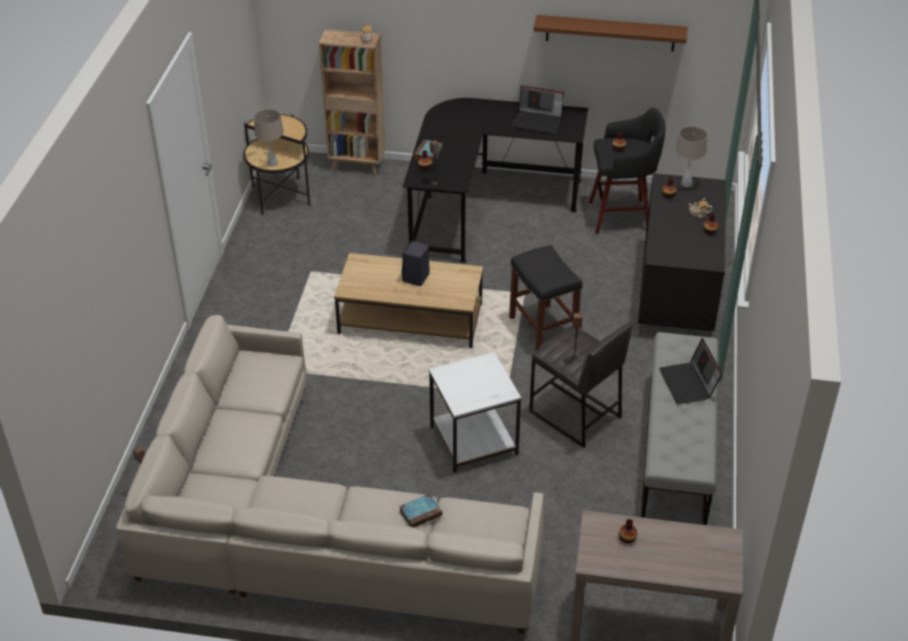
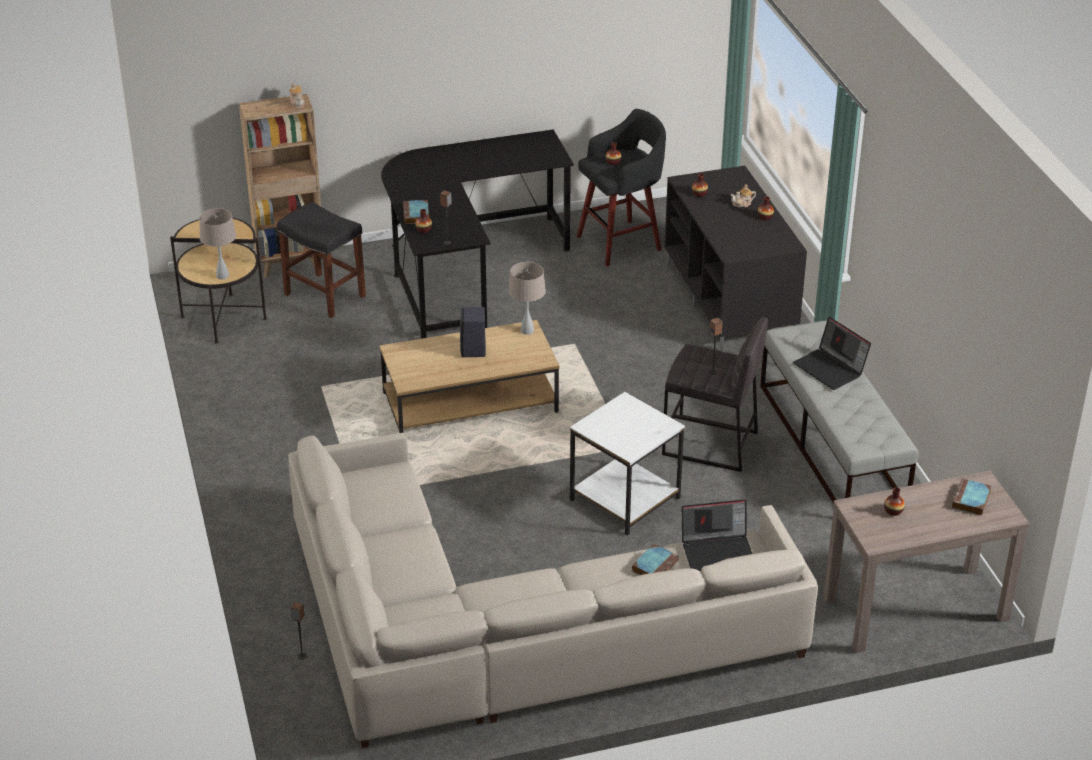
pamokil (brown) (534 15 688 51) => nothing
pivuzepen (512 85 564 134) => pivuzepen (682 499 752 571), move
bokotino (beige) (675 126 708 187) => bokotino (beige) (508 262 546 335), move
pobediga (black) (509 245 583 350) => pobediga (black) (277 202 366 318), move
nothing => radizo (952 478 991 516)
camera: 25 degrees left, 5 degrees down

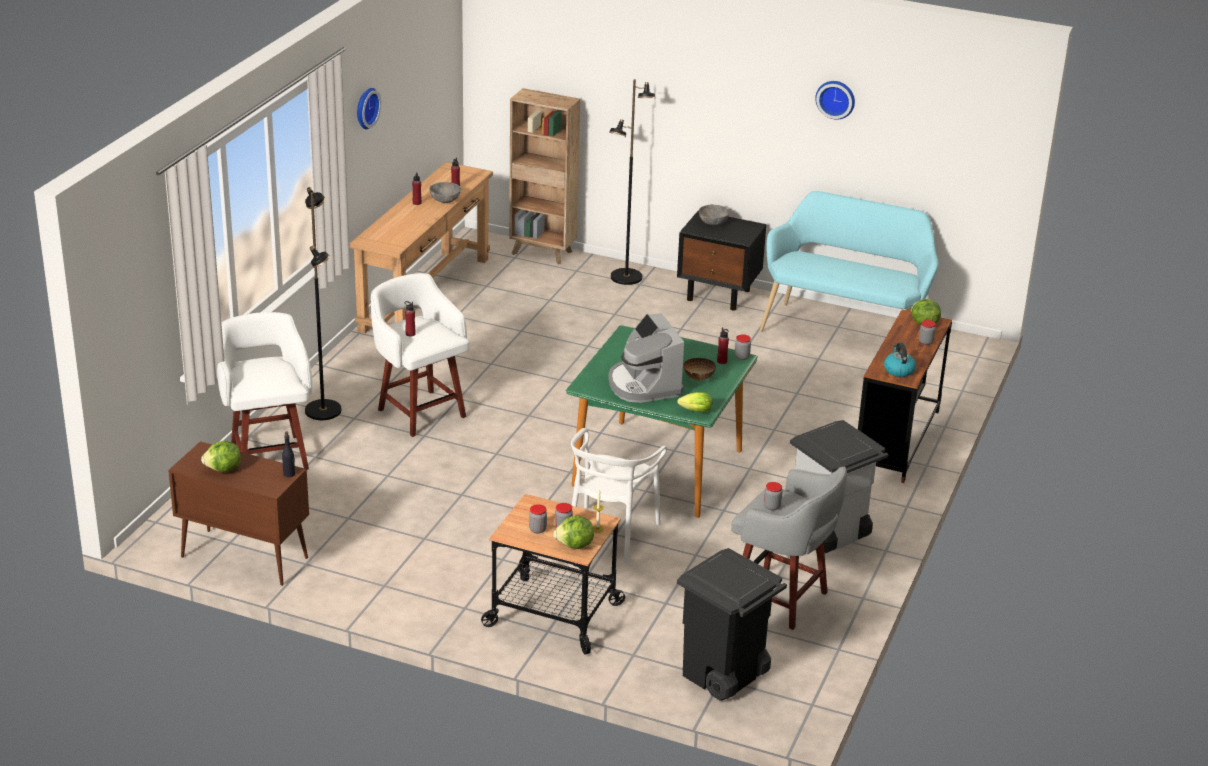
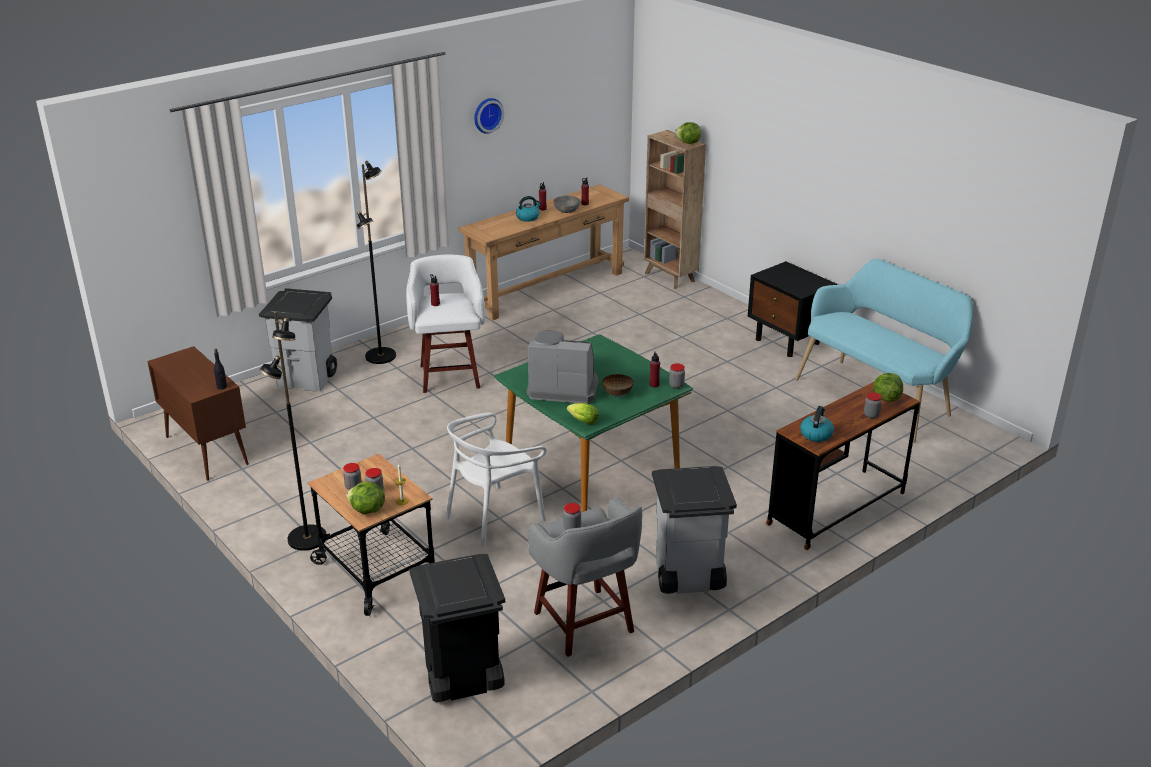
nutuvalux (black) (609 79 656 285) => nutuvalux (black) (260 312 327 551), move
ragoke (815 81 855 120) => nothing
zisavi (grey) (699 204 729 225) => nothing
pobediga (white) (217 312 312 470) => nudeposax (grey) (259 288 337 391)
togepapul (608 313 684 403) => togepapul (527 331 599 404), 90 degrees clockwise
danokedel (201 441 241 472) => danokedel (675 122 701 144), move
nothing => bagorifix (516 196 541 222)
camera: 30 degrees right, 0 degrees up

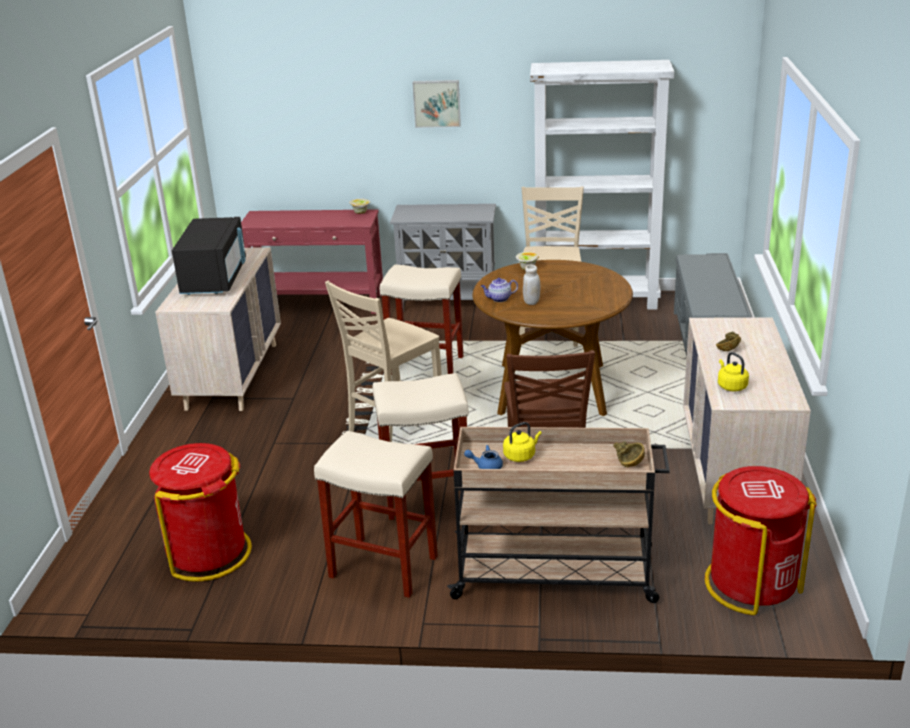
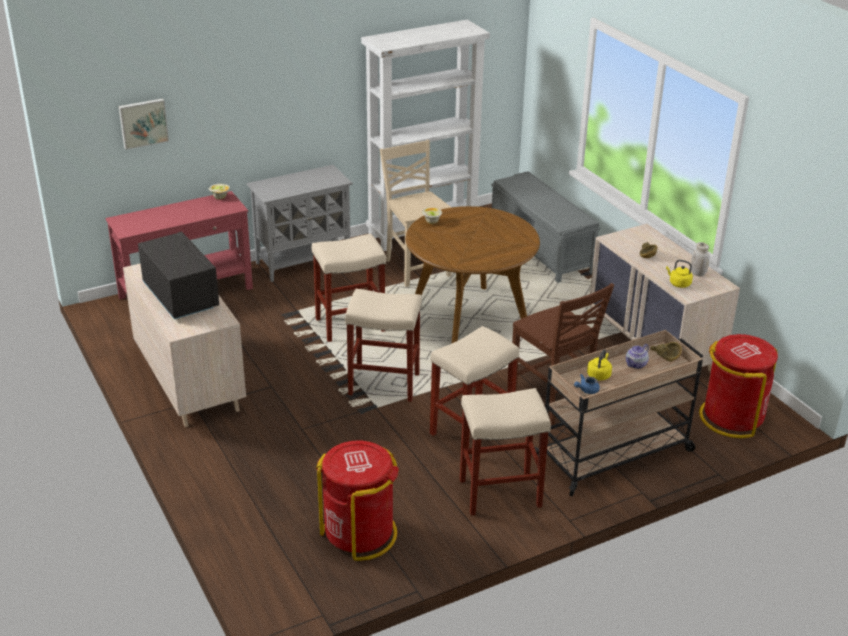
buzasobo (412 80 461 128) => buzasobo (119 98 169 150), move
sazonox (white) (523 265 541 305) => sazonox (white) (691 242 710 276), move
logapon (481 278 518 302) => logapon (626 344 649 369), move
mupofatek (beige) (325 281 442 442) => pobediga (beige) (345 289 422 402)
camera: 35 degrees left, 5 degrees up

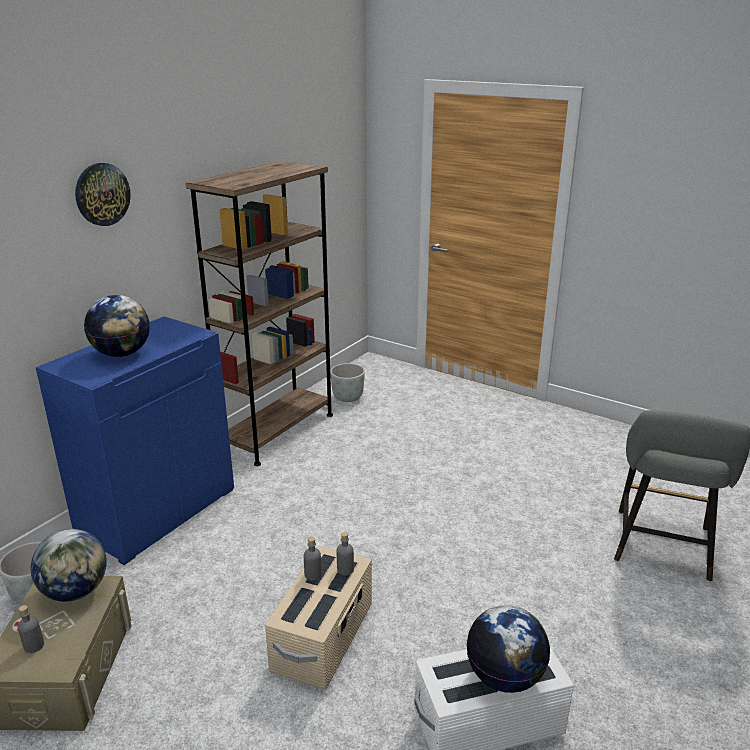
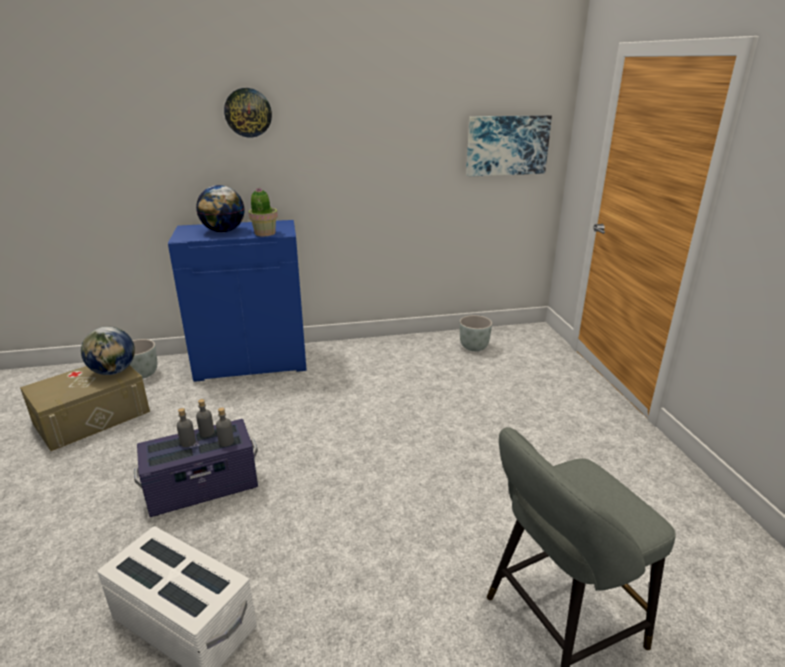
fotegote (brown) (186 161 333 466) => nothing
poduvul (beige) (265 546 372 690) => poduvul (purple) (134 419 258 517)
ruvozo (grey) (18 605 44 653) => ruvozo (grey) (177 408 196 447), move
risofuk (466 605 550 693) => nothing
nothing => buzasobo (466 115 552 176)
nothing => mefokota (248 188 278 236)
camera: 45 degrees right, 0 degrees up

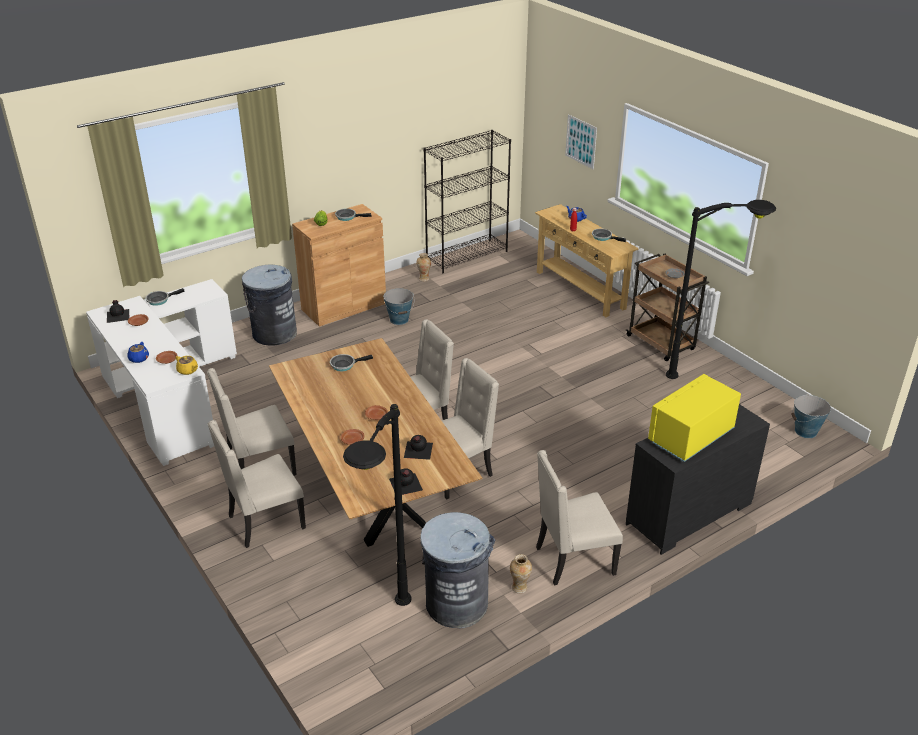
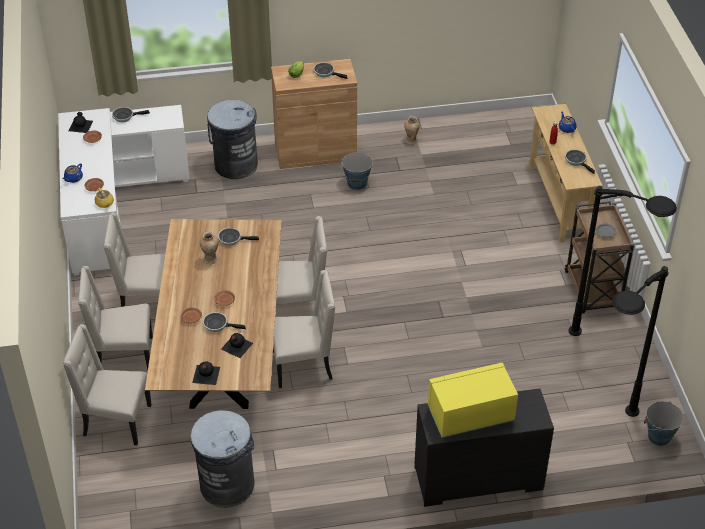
buzasobo (565 114 597 169) => nothing
fotegote (black) (424 130 511 273) => nothing
nutuvalux (black) (343 404 412 606) => nutuvalux (black) (612 266 669 417), move
mupofatek (beige) (536 450 623 586) => mupofatek (beige) (63 324 152 446), move
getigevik (510 554 532 593) => getigevik (200 232 218 264), move
nothing => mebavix (203 312 246 332)
camera: 25 degrees right, 10 degrees up

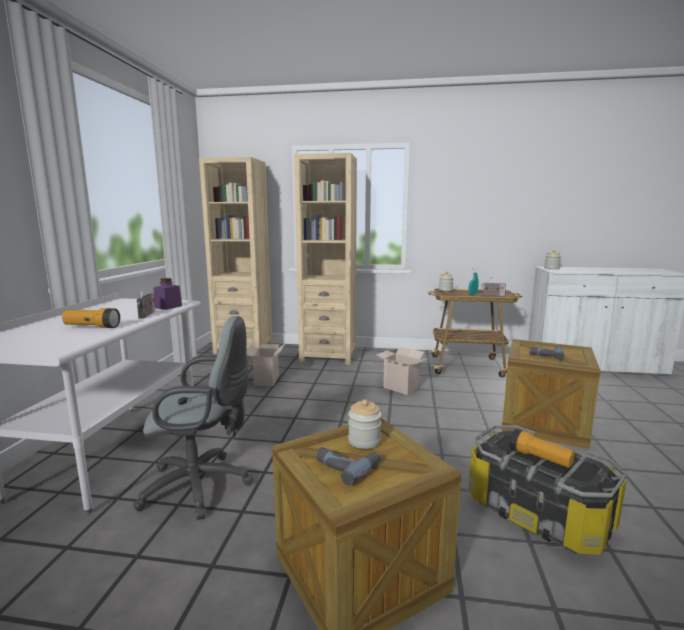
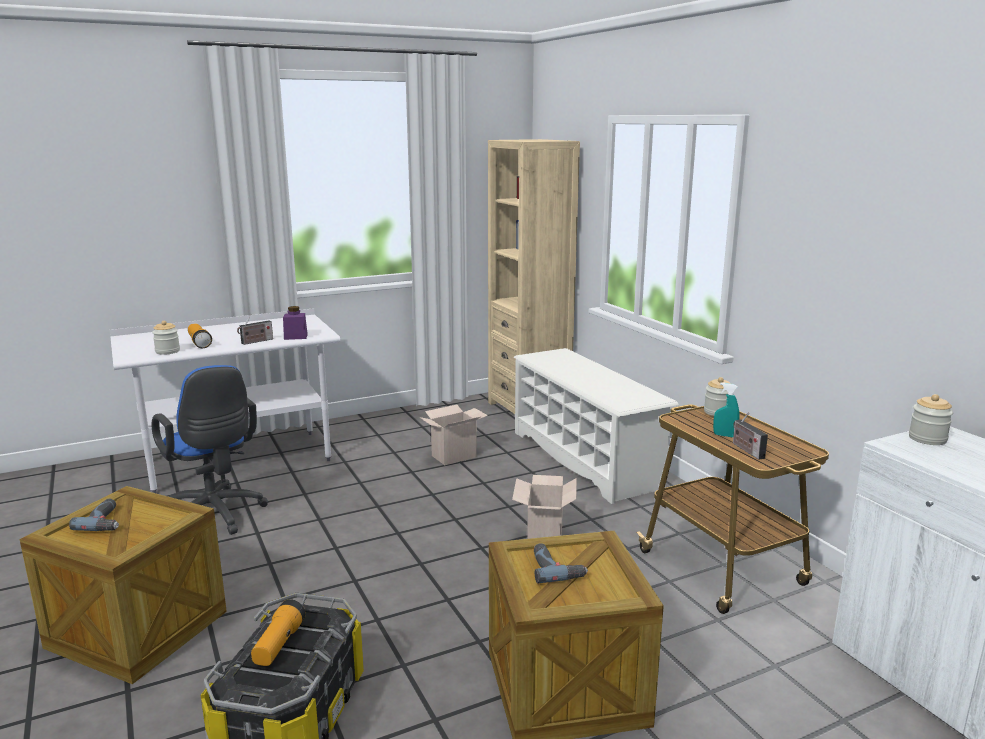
fotegote (beige) (294 153 357 365) => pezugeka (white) (513 348 679 504)
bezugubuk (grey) (133 316 253 520) => bezugubuk (blue) (152 365 268 535)
sazonox (348 399 382 449) => sazonox (152 321 180 355), move
camera: 55 degrees right, 5 degrees up

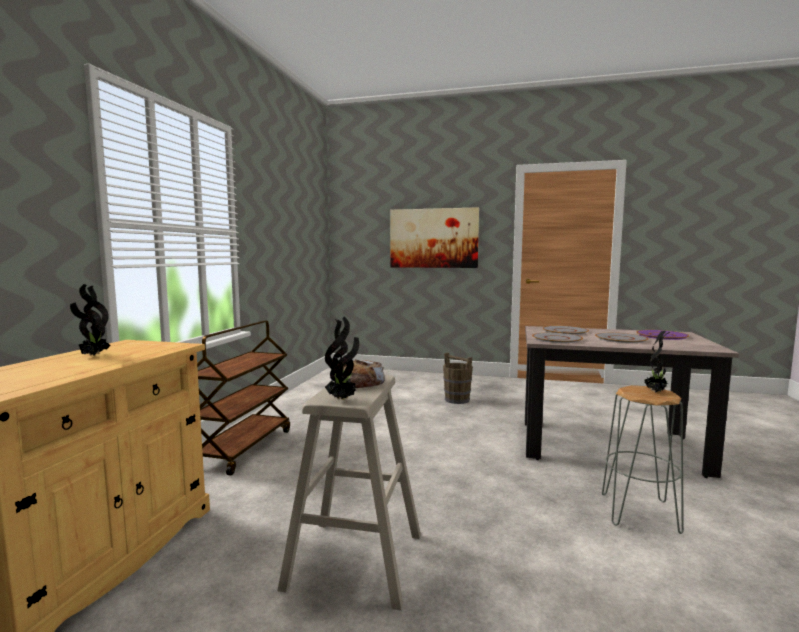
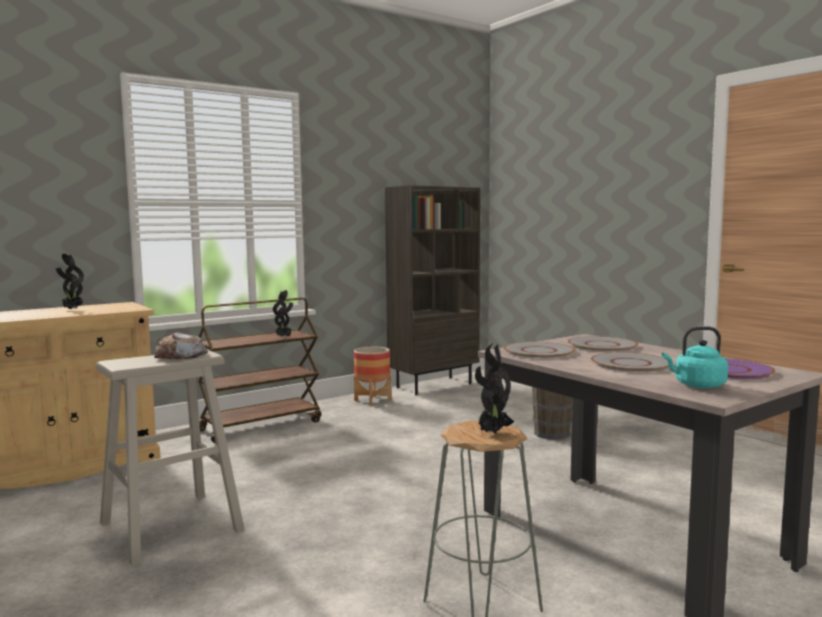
buzasobo (390 207 479 268) => nothing
mefokota (325 317 359 400) => mefokota (273 290 293 338), move
nothing => fotegote (brown) (385 185 480 395)
nothing => bagorifix (turquoise) (662 326 728 388)
nothing => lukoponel (354 347 391 406)
camera: 40 degrees right, 0 degrees up

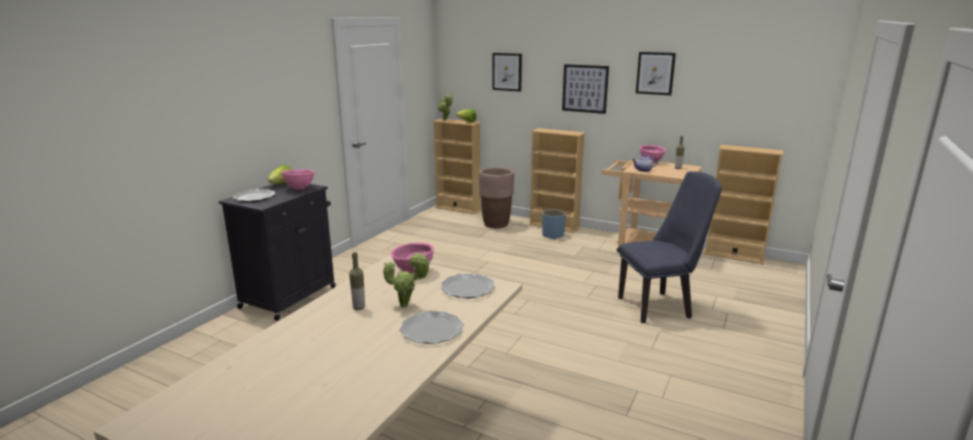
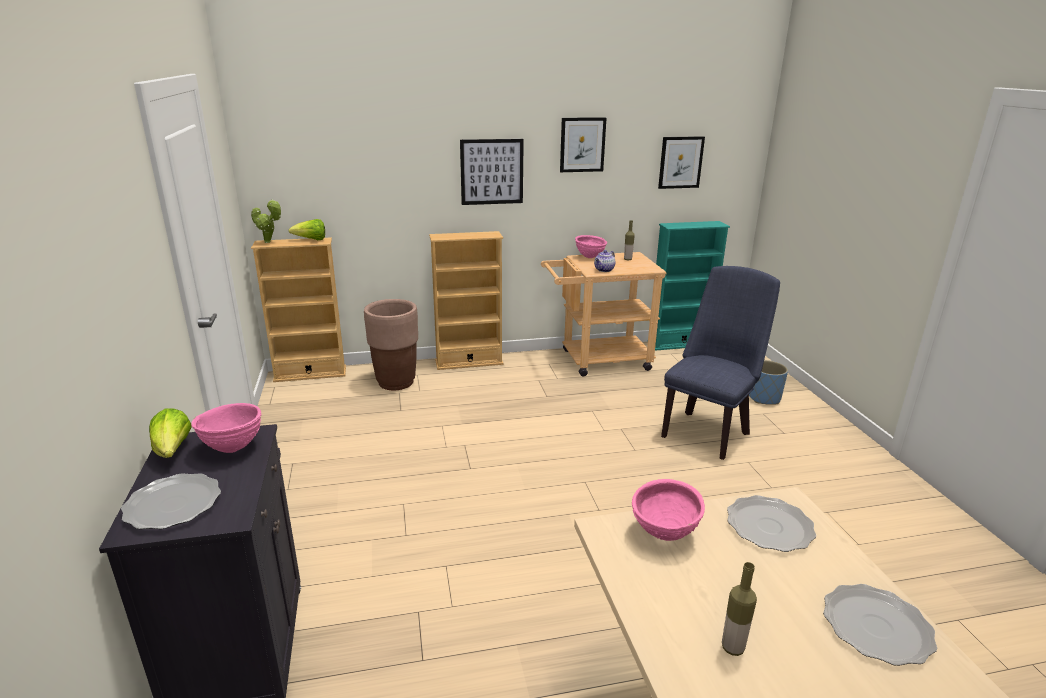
buzasobo (492 53 522 92) => buzasobo (658 136 705 189), move
fotegote (beige) (704 145 784 265) => fotegote (turquoise) (647 221 730 351)
lukoponel (blue) (542 209 566 239) => lukoponel (blue) (749 360 788 405), move
mefokota (383 252 430 308) => nothing
camera: 40 degrees left, 5 degrees up

